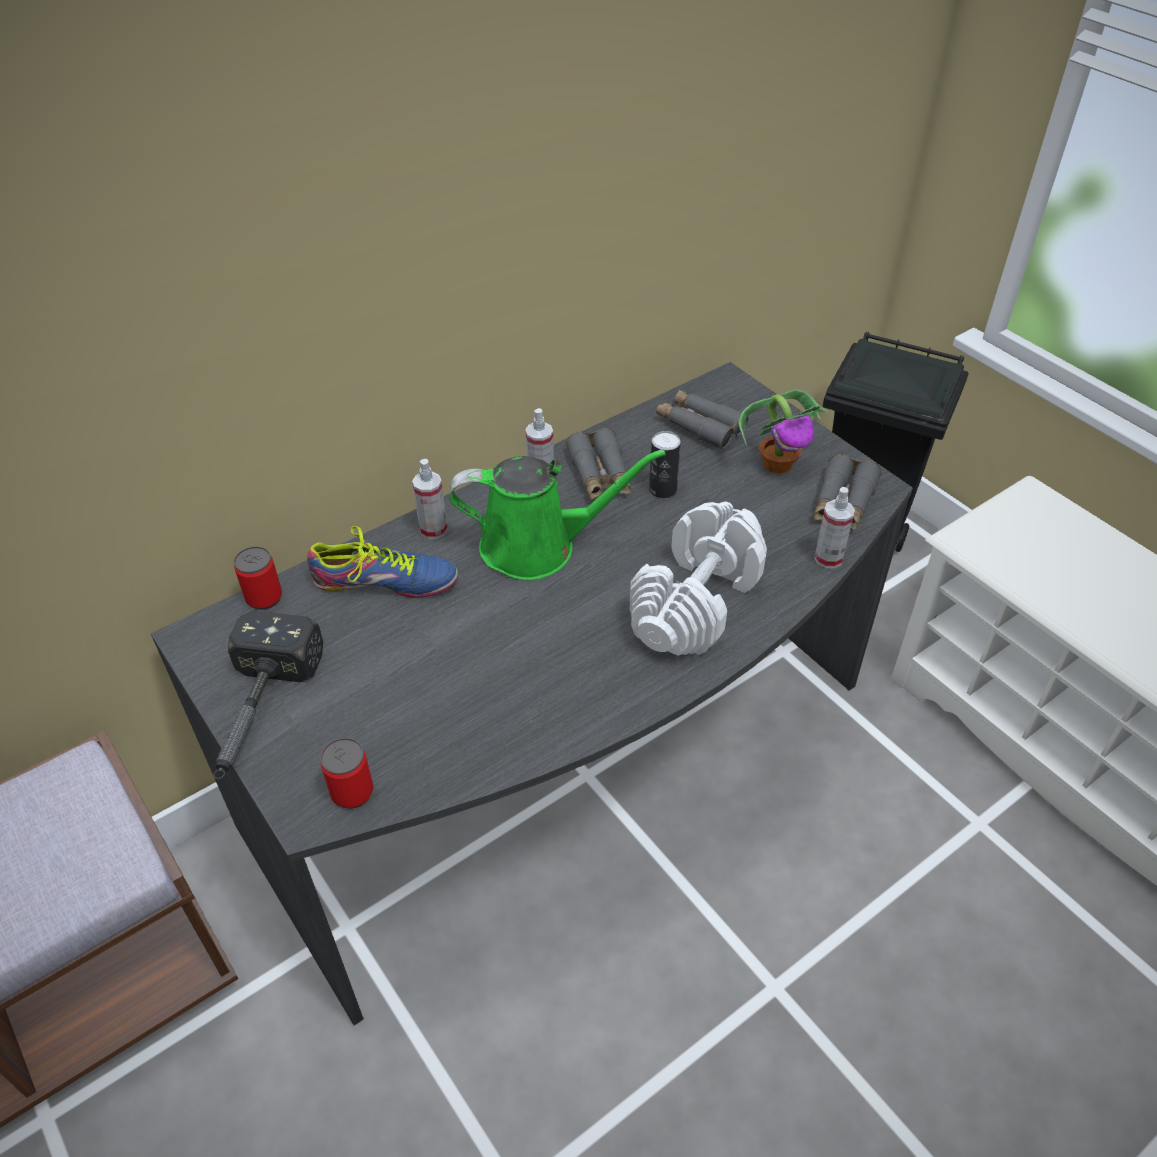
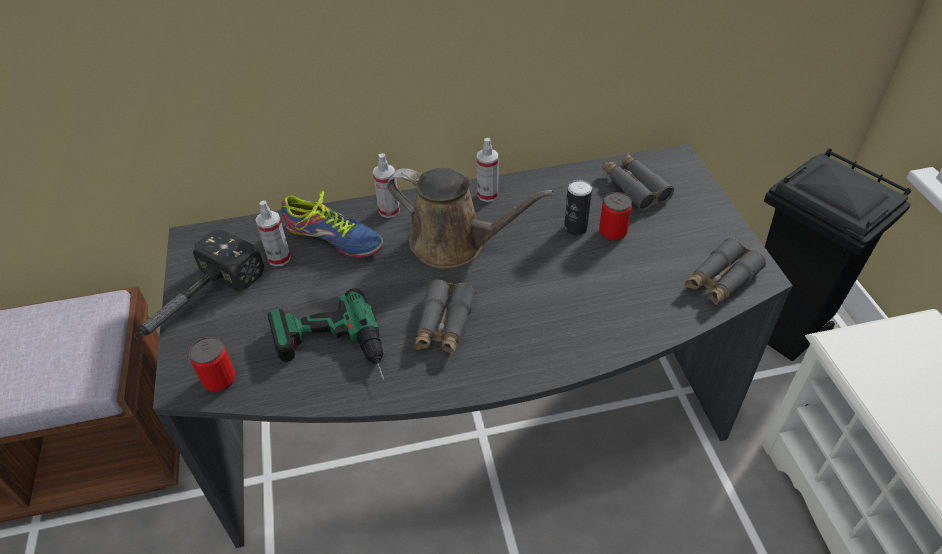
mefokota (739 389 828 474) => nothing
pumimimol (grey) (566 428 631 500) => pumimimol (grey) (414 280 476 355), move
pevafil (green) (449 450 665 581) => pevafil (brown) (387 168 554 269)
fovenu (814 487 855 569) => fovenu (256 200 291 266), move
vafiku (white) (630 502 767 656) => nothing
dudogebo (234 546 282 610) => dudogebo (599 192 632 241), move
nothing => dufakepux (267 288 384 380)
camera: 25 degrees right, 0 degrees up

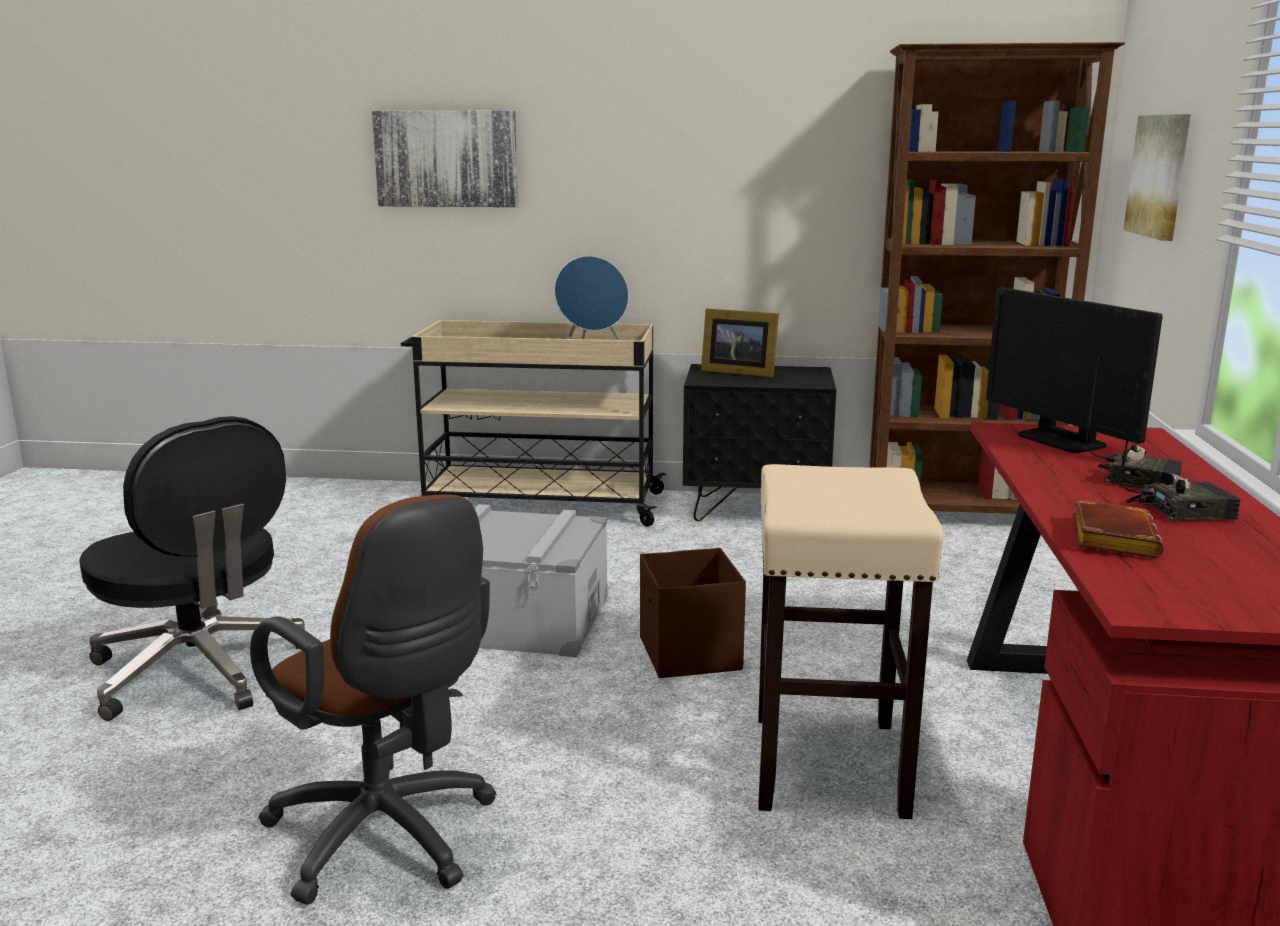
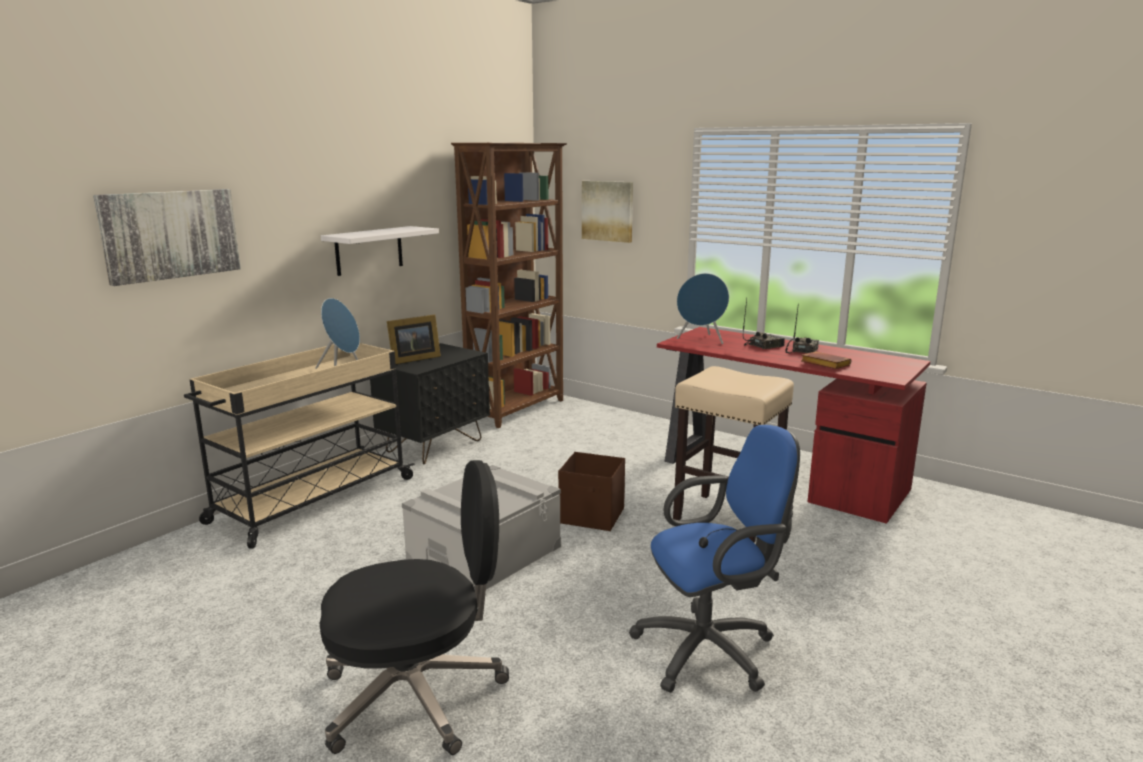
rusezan (986 287 1163 453) => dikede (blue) (677 273 729 344)
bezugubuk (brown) (250 494 497 905) => bezugubuk (blue) (629 425 800 693)
nothing => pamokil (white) (321 226 439 276)
camera: 60 degrees left, 0 degrees up

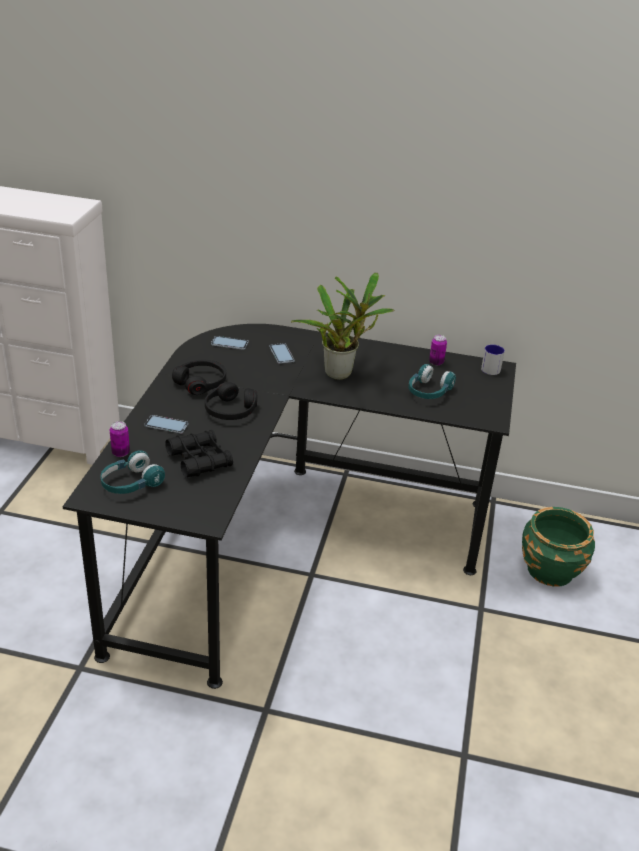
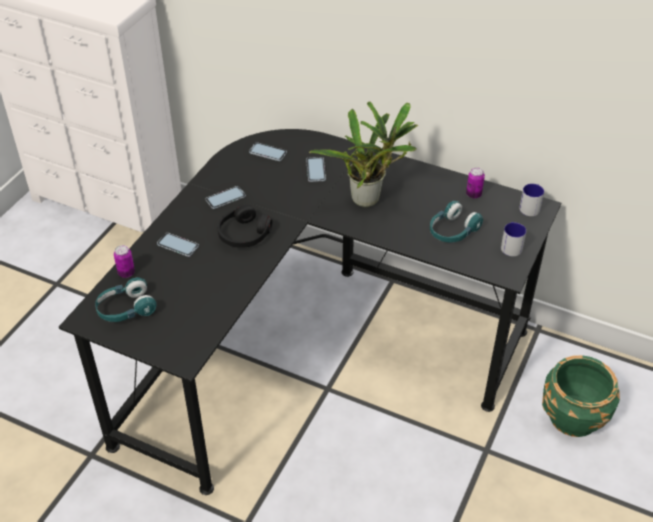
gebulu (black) (172 360 226 395) => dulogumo (206 186 246 209)
pumimimol (black) (165 430 233 477) => nothing
nothing => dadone (501 222 526 256)
camera: 15 degrees right, 10 degrees up

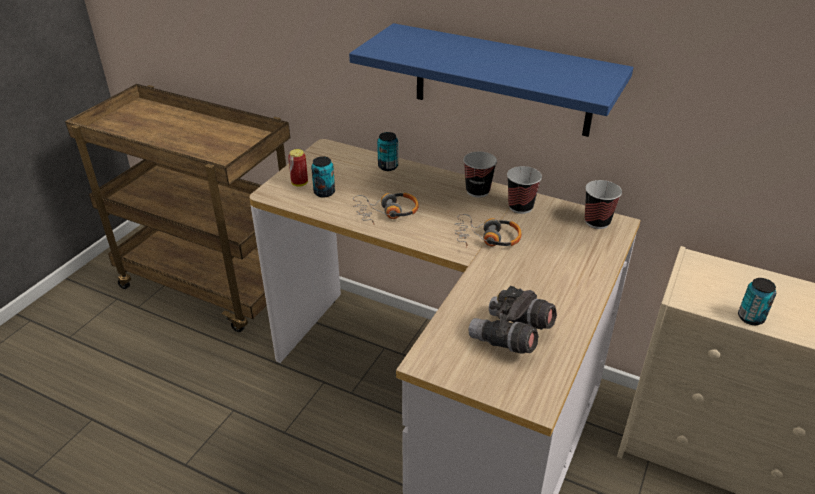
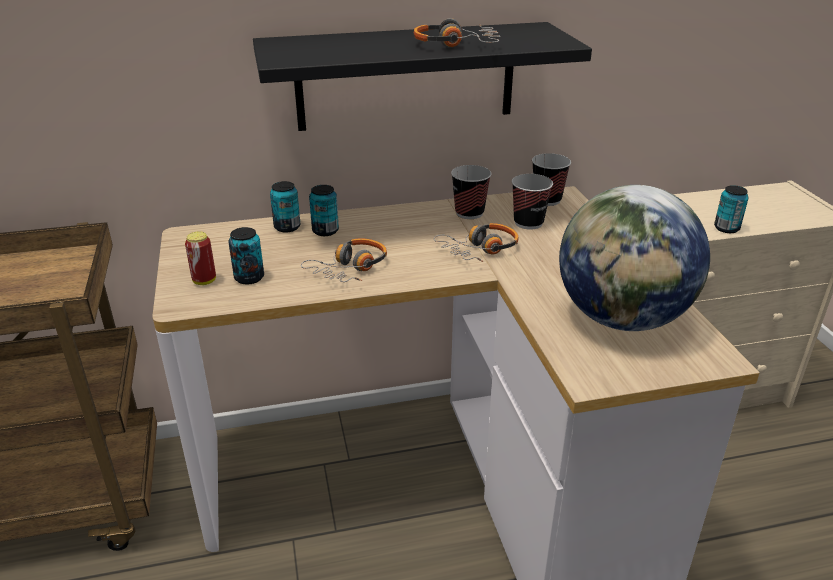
pamokil (blue) (349 23 633 137) => pamokil (black) (253 22 592 131)
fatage (463 152 497 198) => fatage (512 174 553 230), move
pumimimol (grey) (469 286 557 354) => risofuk (559 185 710 331)
nothing => gebulu (414 18 501 48)
nothing => dudogebo (309 185 339 236)
camera: 40 degrees left, 5 degrees down

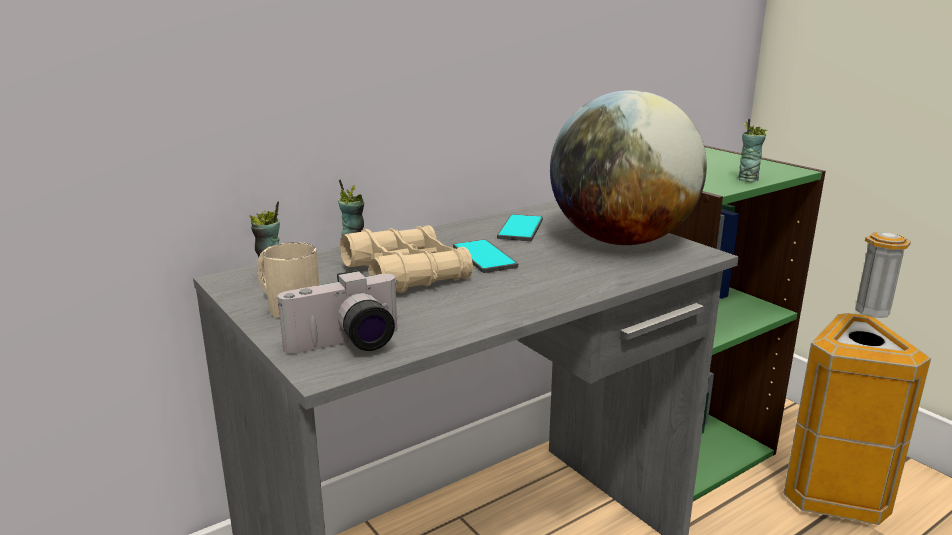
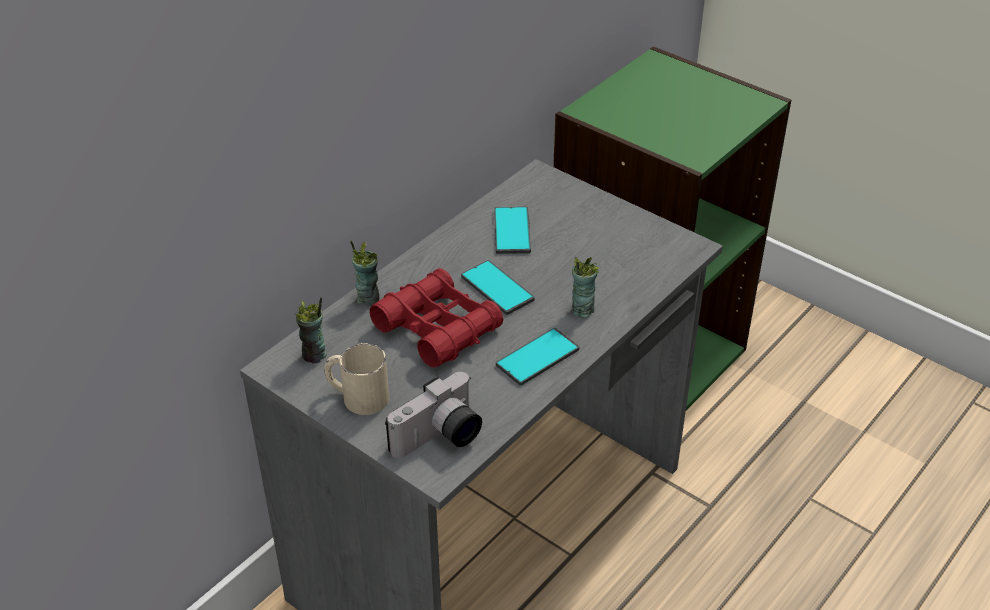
risofuk (550 90 707 245) => nothing
fatage (738 118 768 182) => fatage (572 257 599 318), move
pumimimol (beige) (340 225 473 293) => pumimimol (red) (370 268 504 368)
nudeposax (783 232 931 525) => nothing
nothing => dulogumo (496 328 579 386)
camera: 15 degrees left, 20 degrees up

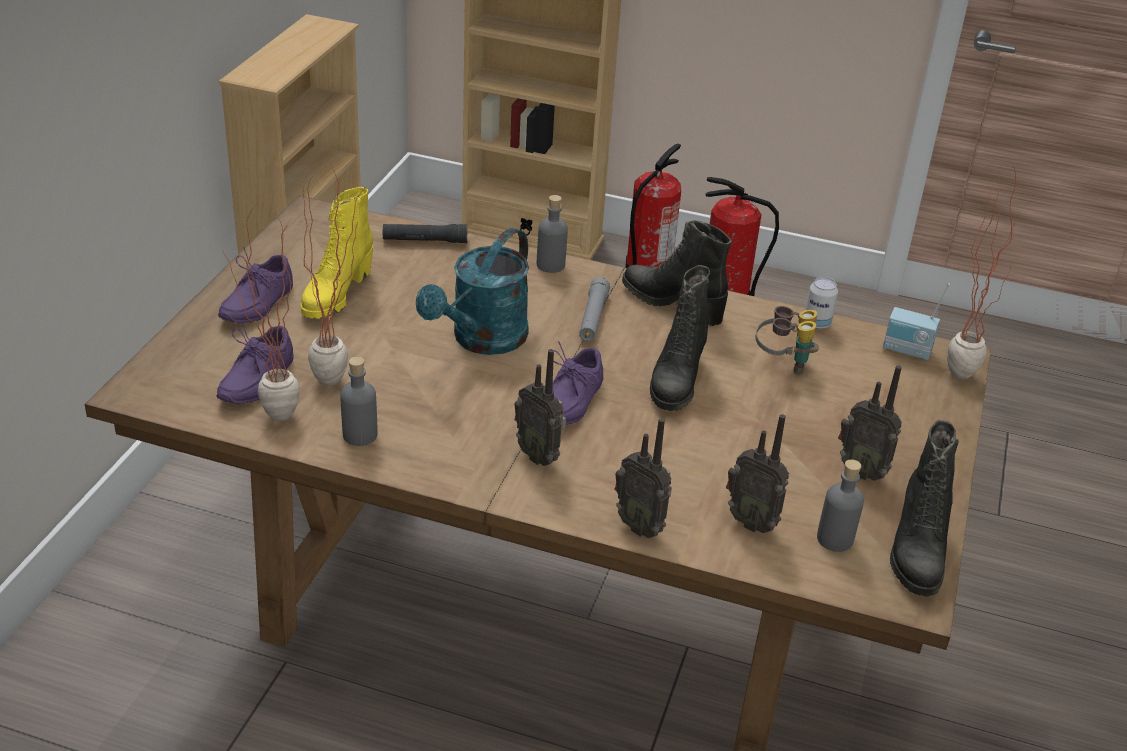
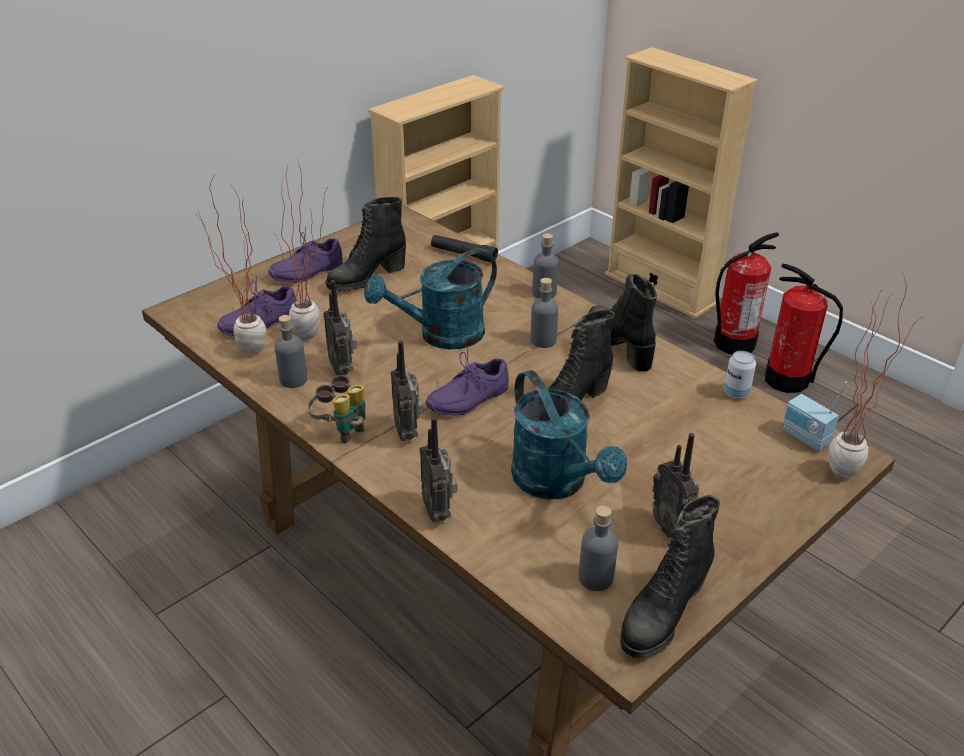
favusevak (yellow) (301 187 373 319) => favusevak (black) (326 197 406 291)
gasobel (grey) (579 277 610 341) => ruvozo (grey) (531 278 558 348)
pumimimol (756 306 819 375) => pumimimol (308 375 366 443), move
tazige (726 414 789 533) => tazige (323 280 357 375), move
nothing => pevafil (turquoise) (511 370 627 499)
camera: 30 degrees right, 0 degrees up

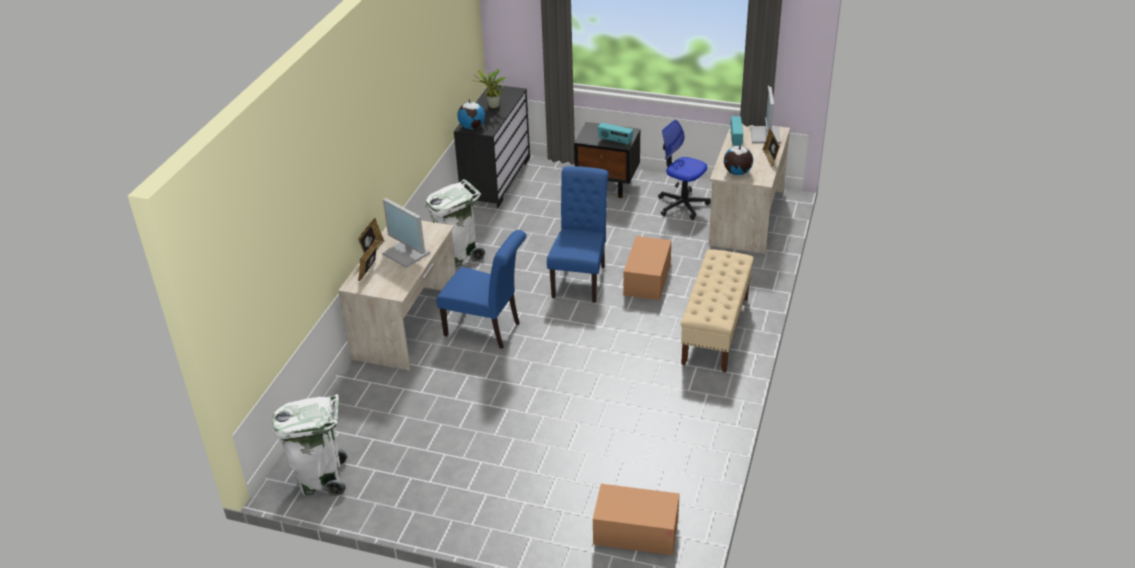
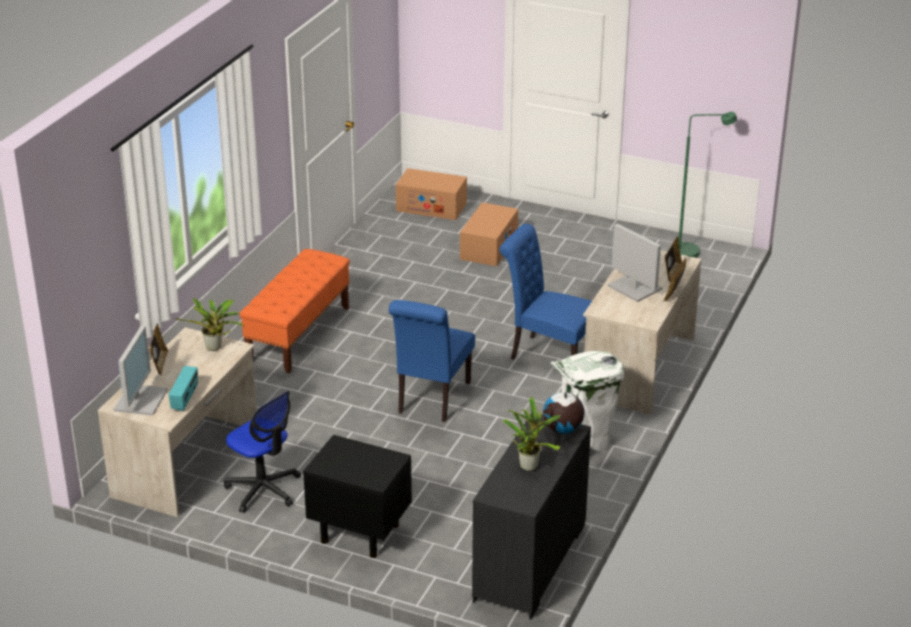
tazige (598 123 633 145) => nothing
risofuk (724 146 753 175) => mefokota (175 298 244 351)
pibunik (623 236 671 300) => pibunik (460 202 518 266), move
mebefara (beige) (681 249 754 373) => mebefara (orange) (239 249 350 373)
nudeposax (white) (273 394 347 496) => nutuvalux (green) (679 112 737 258)
camera: 175 degrees left, 5 degrees down

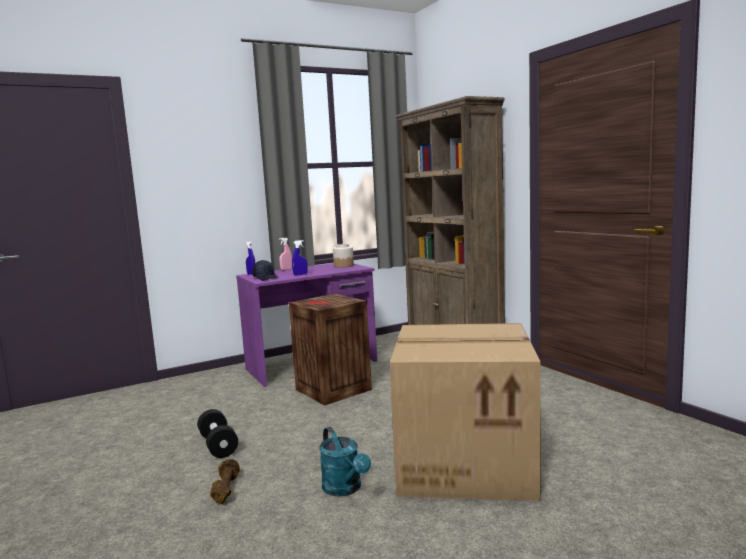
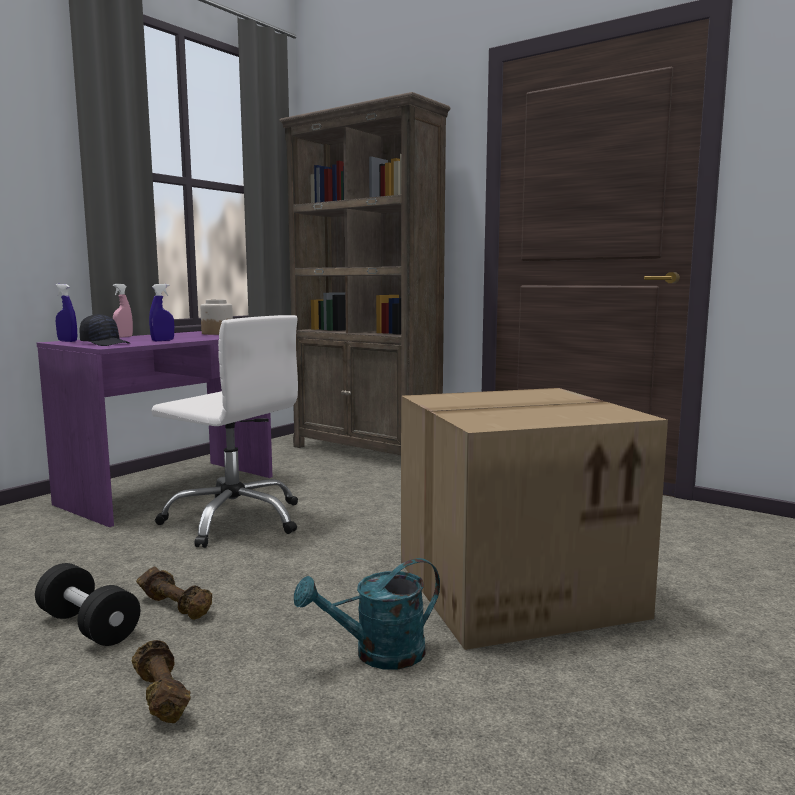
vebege (289 294 372 406) => bezugubuk (white) (151 315 298 548)
pevafil (turquoise) (319 427 371 497) => pevafil (turquoise) (294 558 440 670), 120 degrees clockwise
nothing => vafiku (brown) (136 566 212 620)
camera: 25 degrees left, 0 degrees up

